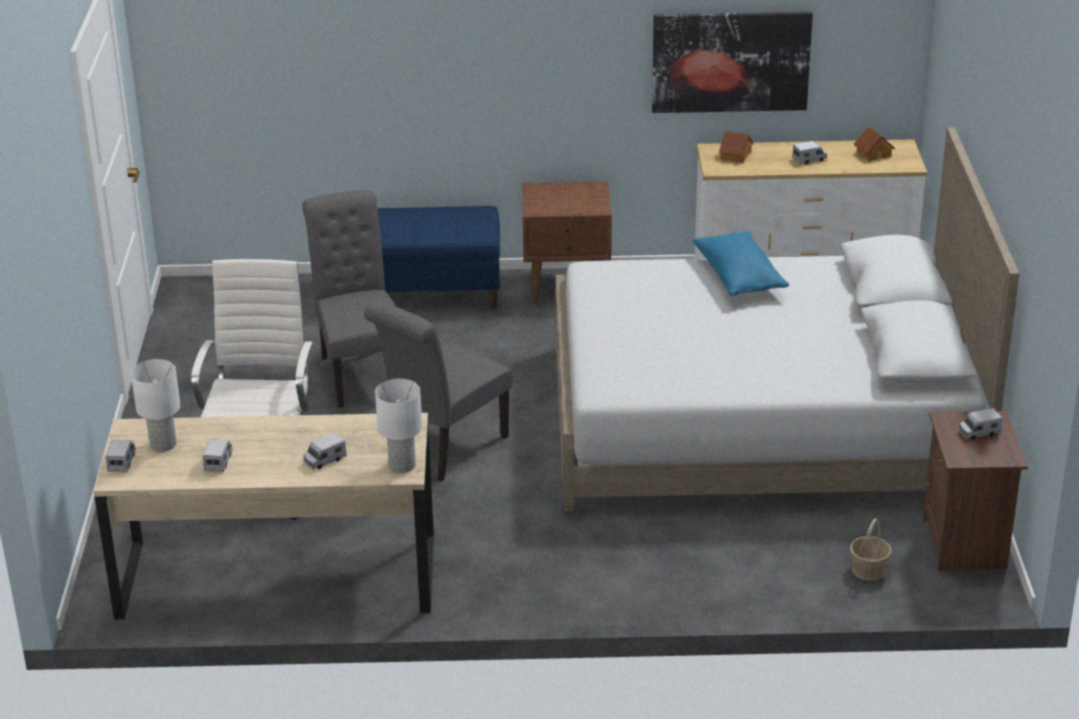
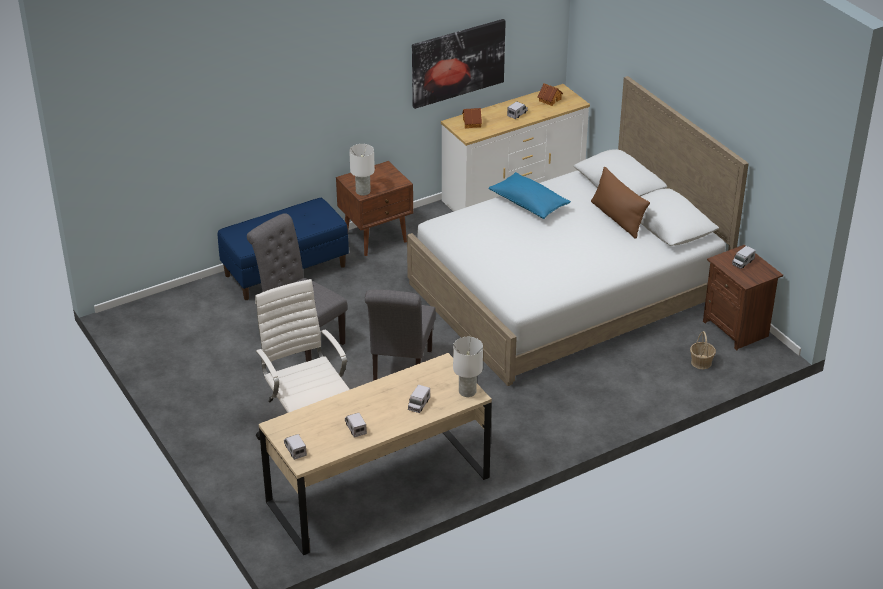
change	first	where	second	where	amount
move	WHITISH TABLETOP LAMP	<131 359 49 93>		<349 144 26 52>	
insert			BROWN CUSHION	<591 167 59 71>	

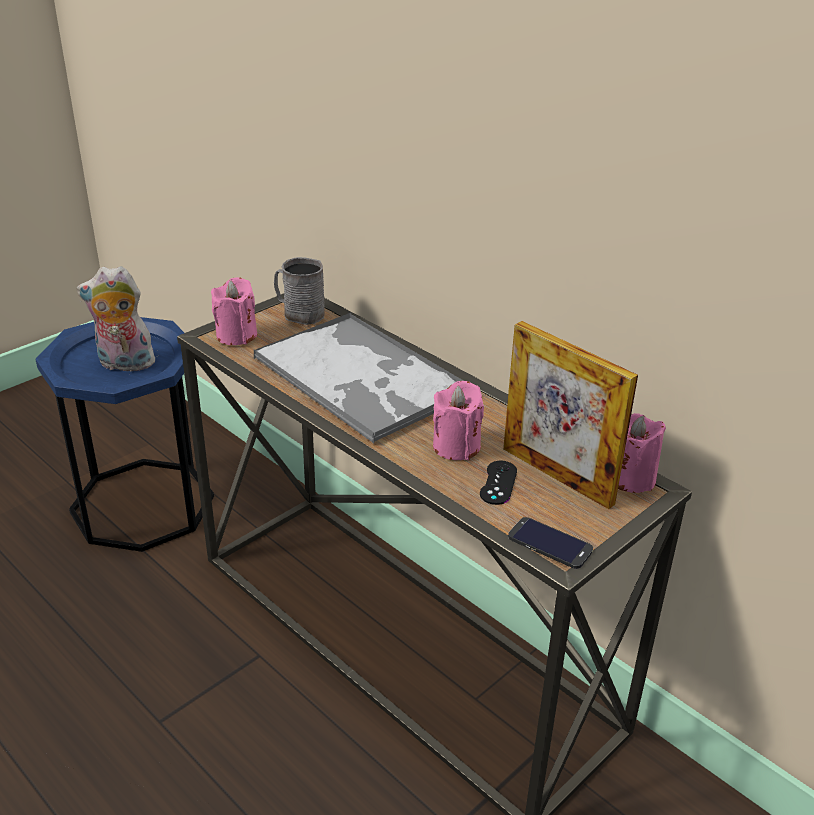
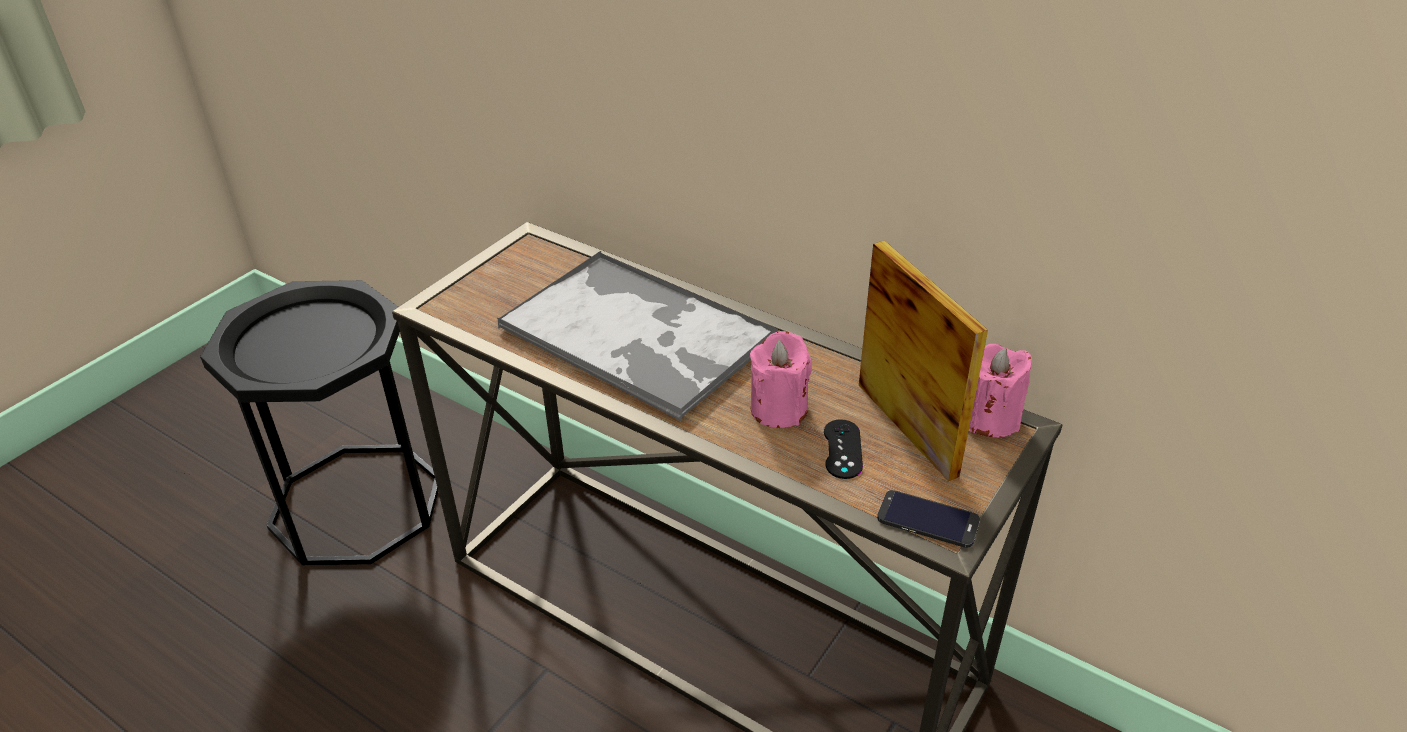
change	first	where	second	where	amount
recolor	BLUE-COLOURED SIDE TABLE	<35 317 179 235>	BLACK SIDE TABLE	<200 280 238 285>	
delete	SOFT TOY	<76 266 82 105>			
delete	PINKISH WAX LIGHT	<211 277 46 68>			
delete	GREYISH TEA MUG	<274 257 51 68>			
rotate	PHOTO FRAME	<503 321 135 188>		<859 240 129 241>	150 degrees counterclockwise

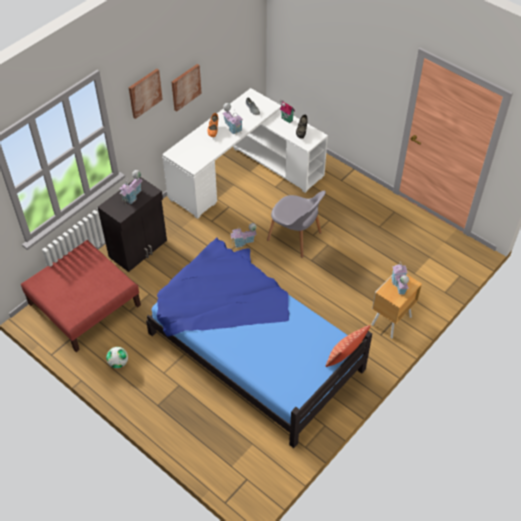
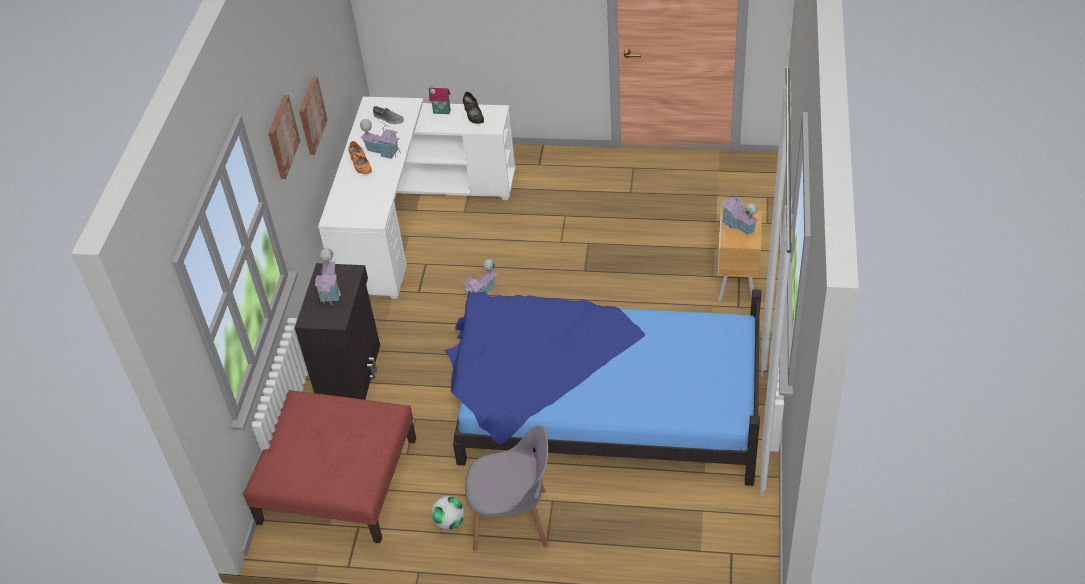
change	first	where	second	where	amount
move	GREYISH UPRIGHT CHAIR	<267 191 59 67>		<465 425 83 126>	
delete	CUSHION	<326 325 44 42>			

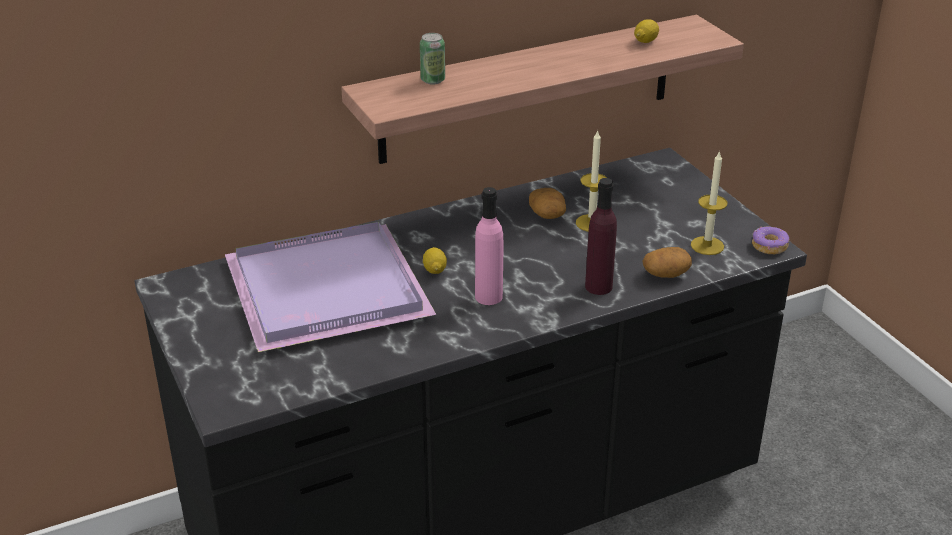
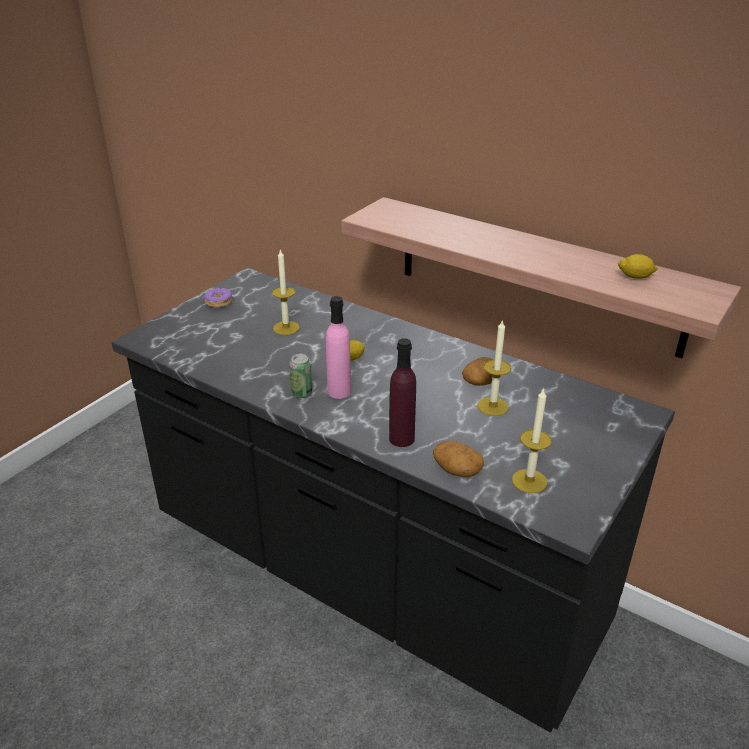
change	first	where	second	where	amount
replace	PURPLE CARRYING TRAY	<225 222 212 130>	WAX LIGHT	<272 249 28 86>	
move	SEALED CAN	<420 33 25 51>		<289 354 24 44>	
move	RING DOUGHNUT	<752 227 37 27>		<204 287 28 21>	

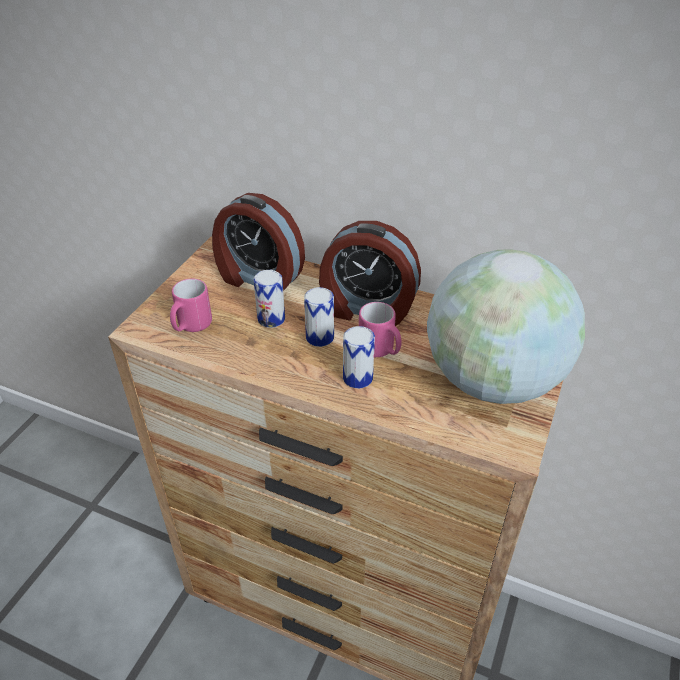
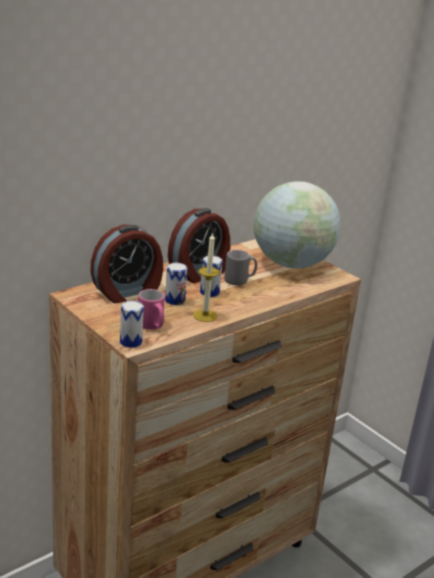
change	first	where	second	where	amount
move	SEALED CAN	<343 326 32 62>		<120 300 24 48>	
recolor	PINKISH TEA MUG	<359 302 43 55>	GREYISH TEA MUG	<224 250 33 36>	
insert			WAX LIGHT	<193 232 27 90>	

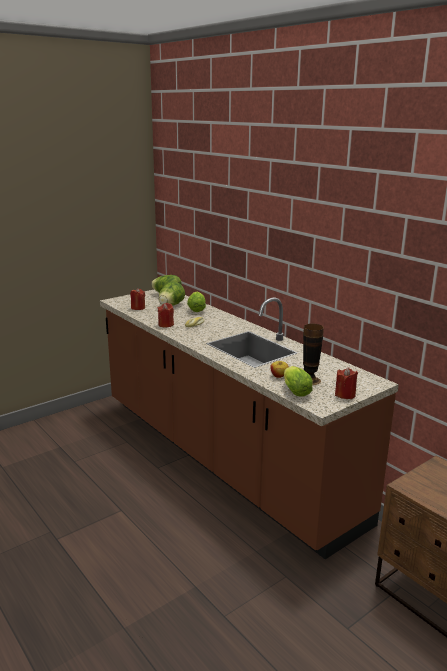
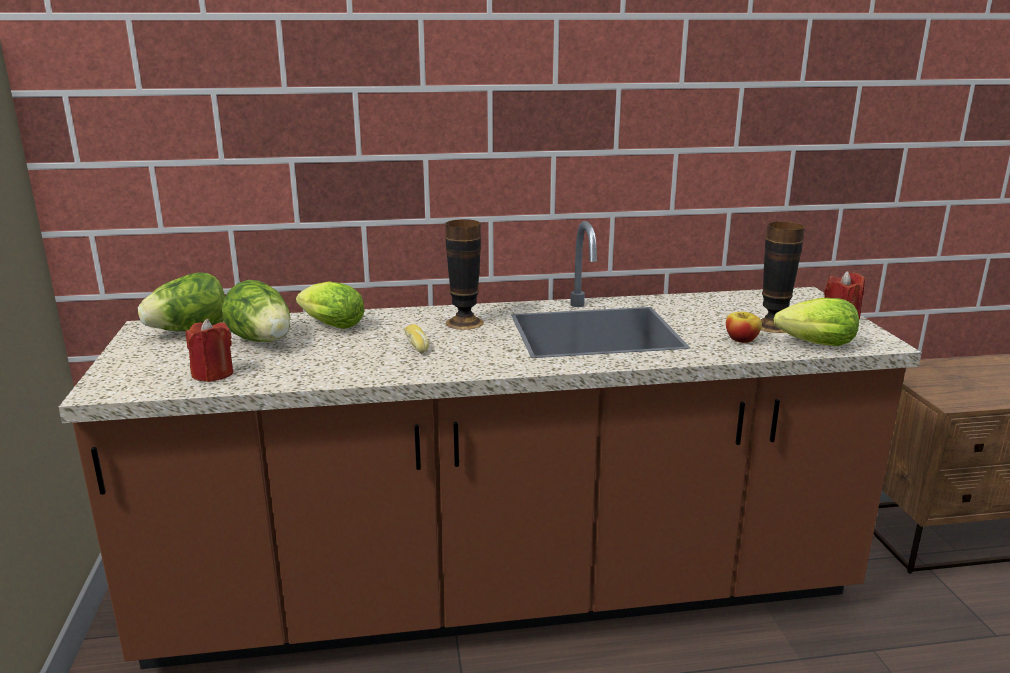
change	first	where	second	where	amount
delete	REDDISH WAX LIGHT	<157 303 17 24>			
insert			DECORATIVE VASE	<445 219 39 111>	

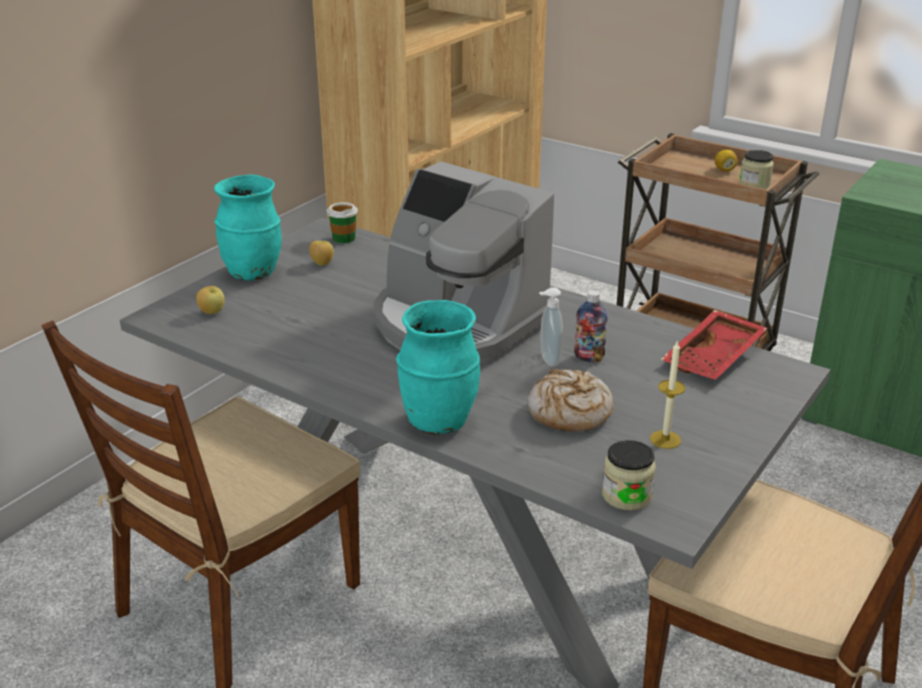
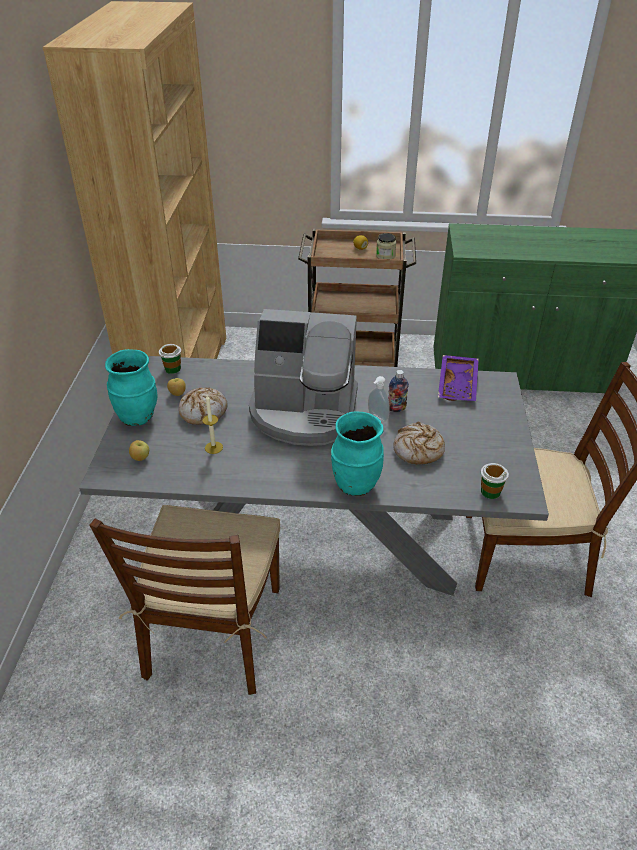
change	first	where	second	where	amount
replace	JAR	<602 440 54 71>	DRINKING CUP	<481 463 28 36>	
move	WAX LIGHT	<650 340 35 109>		<202 395 21 59>	
recolor	REDDISH CARRYING TRAY	<661 310 107 70>	PURPLE CARRYING TRAY	<438 355 41 46>	
insert			BAKED BREAD	<179 388 48 37>	

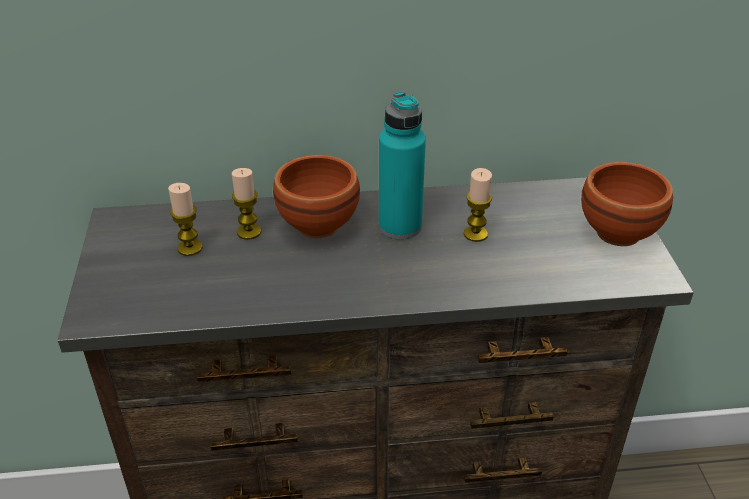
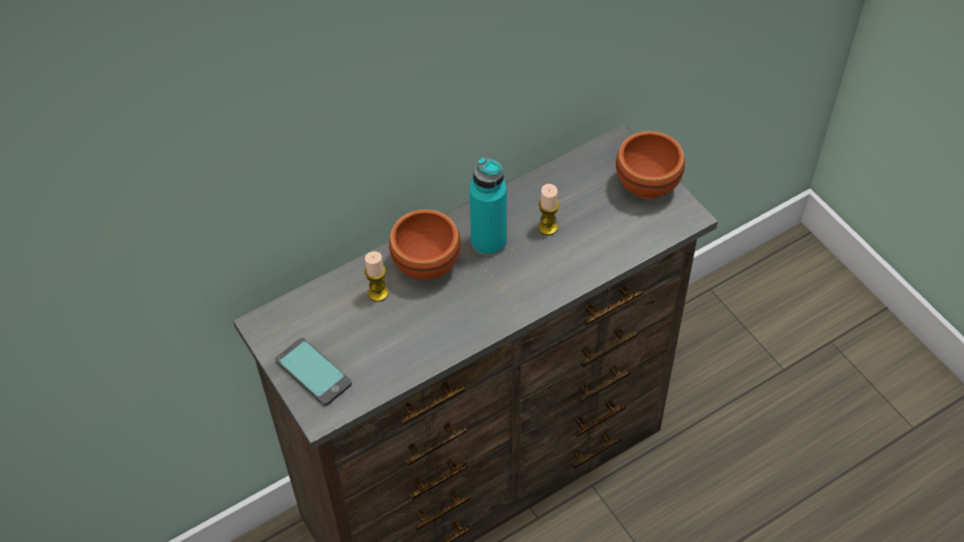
change	first	where	second	where	amount
delete	WAX LIGHT	<168 183 35 73>			
insert			HANDSET	<275 338 77 68>	

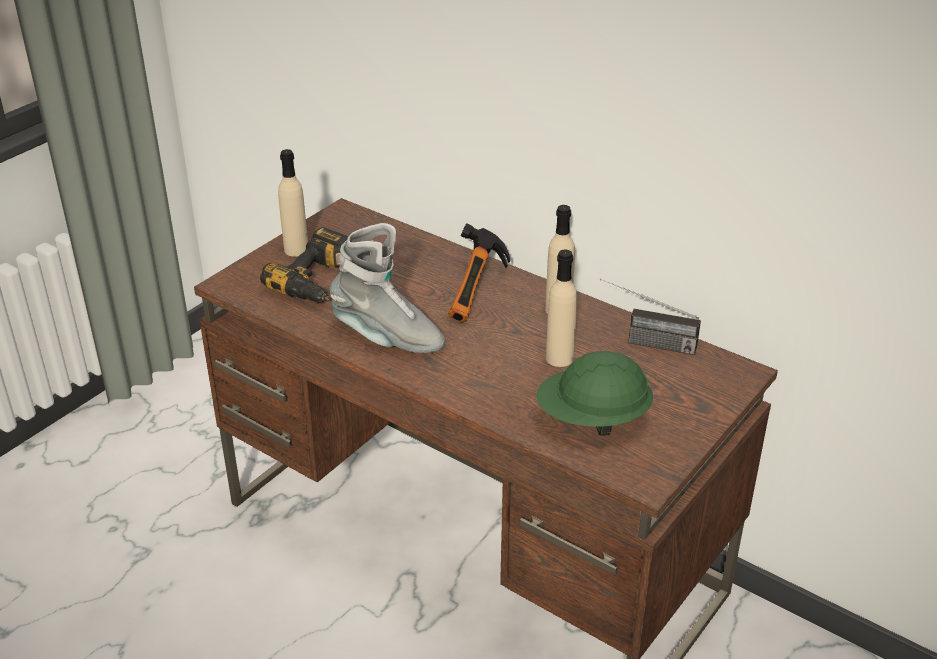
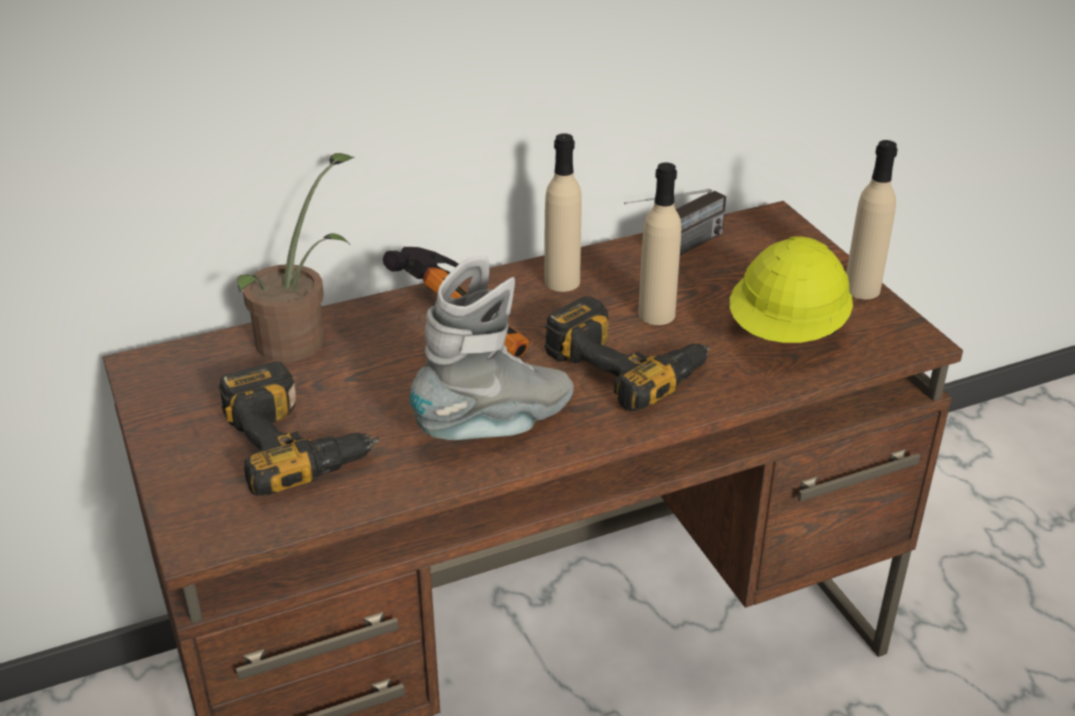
change	first	where	second	where	amount
move	BEIGE-COLOURED BOTTLE	<278 149 30 108>		<846 140 52 159>	
recolor	GREEN HARD HAT	<536 351 117 85>	YELLOWISH HARD HAT	<729 236 124 107>	
insert			HOUSEPLANT	<237 153 118 209>	
insert			POWER DRILL	<544 296 166 115>	

